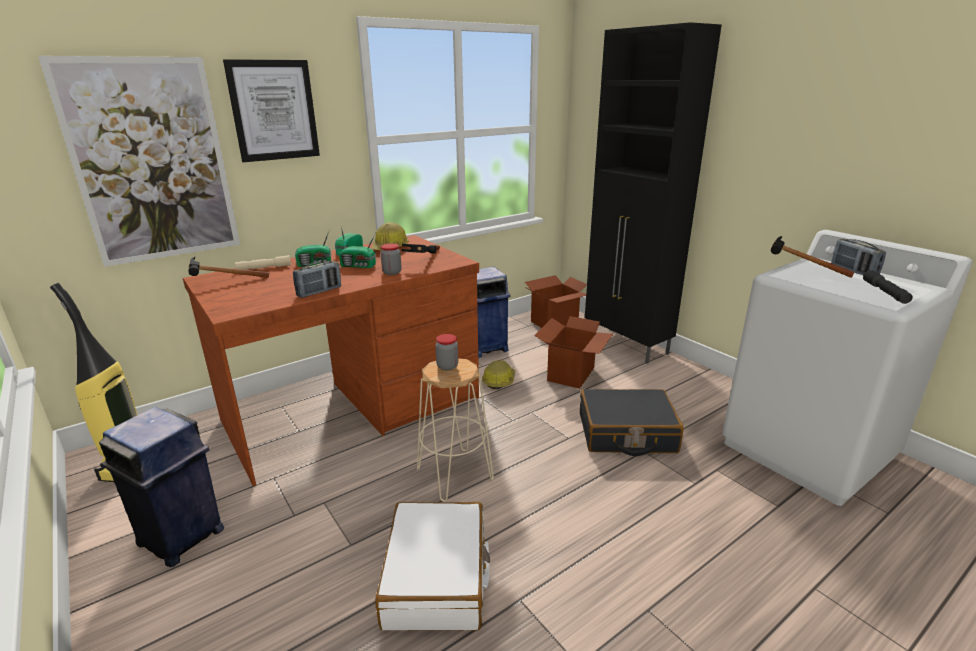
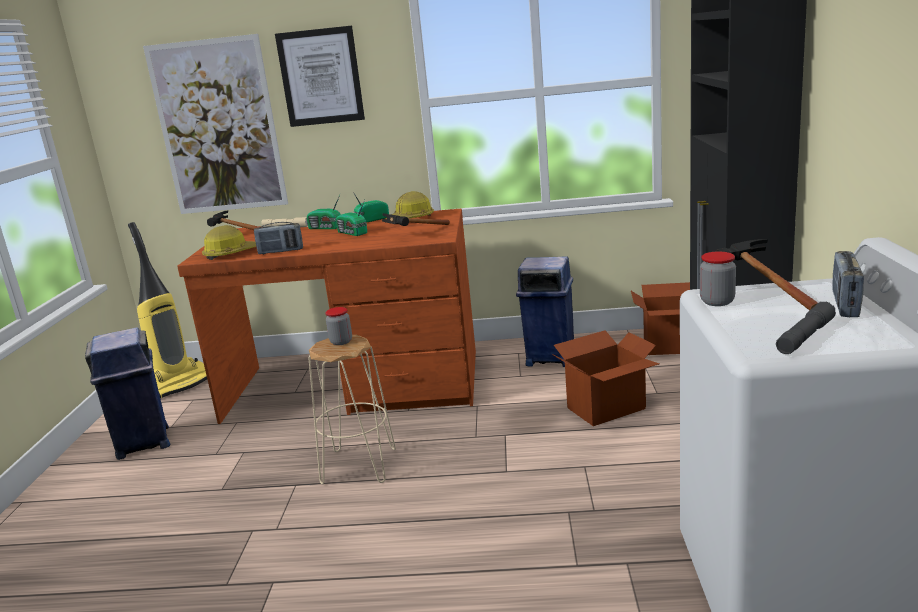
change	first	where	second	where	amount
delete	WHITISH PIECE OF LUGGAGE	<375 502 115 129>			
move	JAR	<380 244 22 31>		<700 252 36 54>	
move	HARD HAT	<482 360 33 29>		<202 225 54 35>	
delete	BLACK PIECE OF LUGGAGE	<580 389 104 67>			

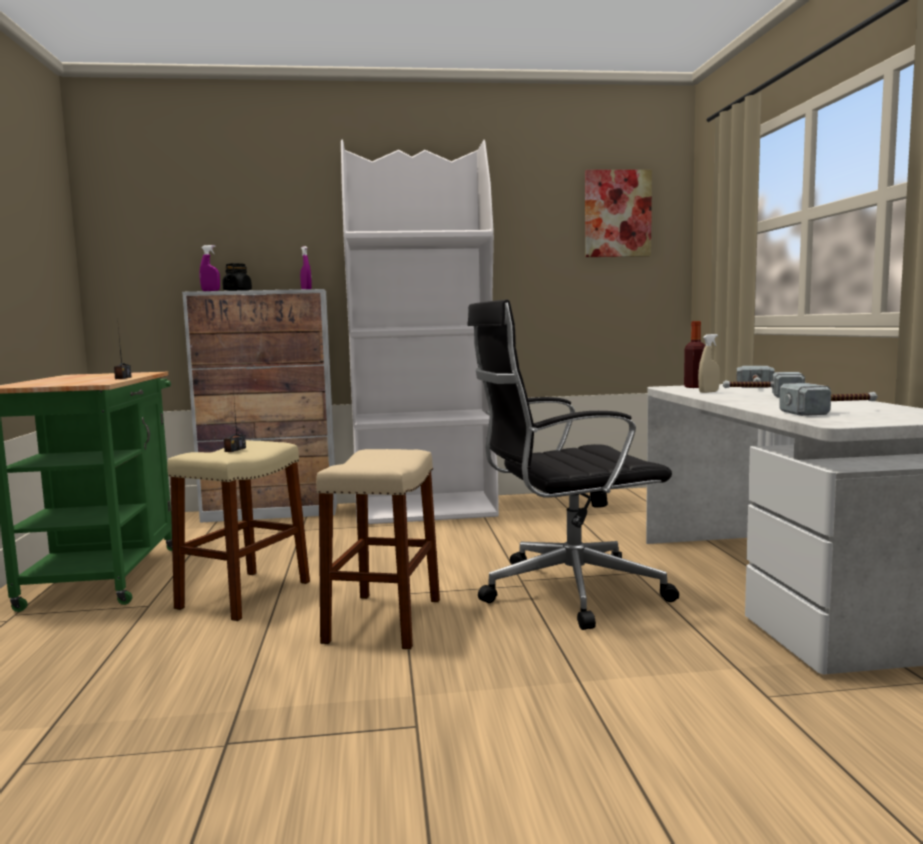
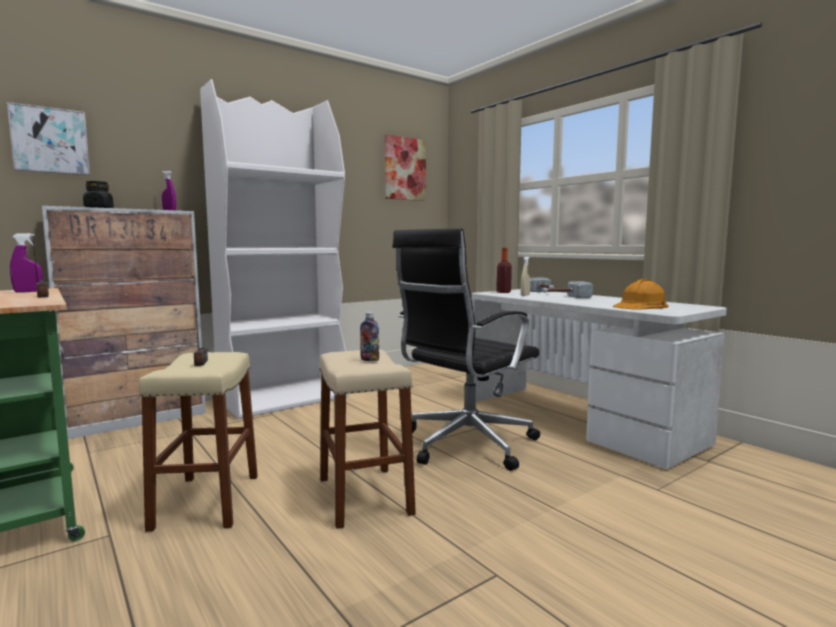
change	first	where	second	where	amount
move	PURPLE SPRAYER	<200 245 20 46>		<10 233 33 59>	
replace	HAND HAMMER	<779 383 98 33>	ORANGEY HARD HAT	<613 279 55 31>	
insert			WALL PICTURE	<7 102 83 73>	
insert			BOTTLE	<360 312 19 49>	

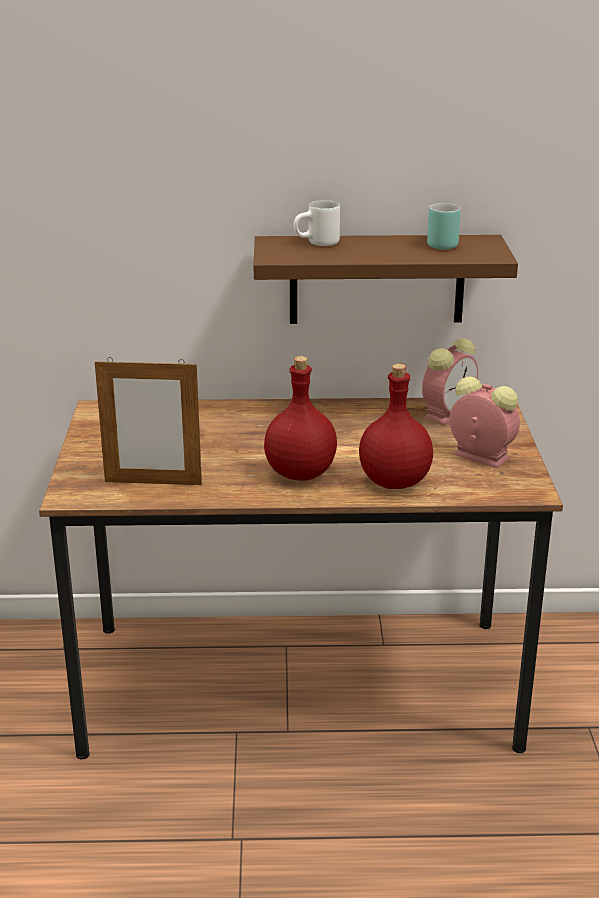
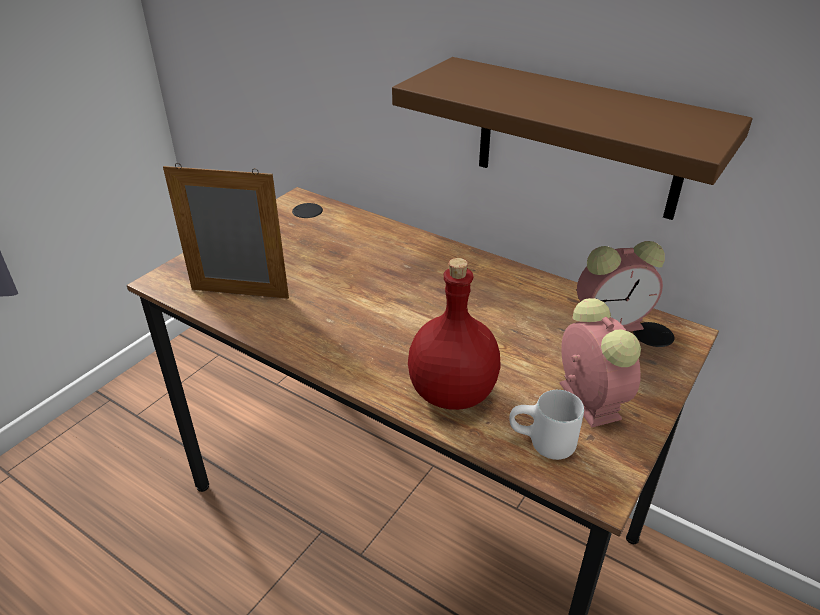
change	first	where	second	where	amount
rotate	PHOTO FRAME	<95 357 107 128>		<163 163 126 136>	150 degrees clockwise
delete	REDDISH BOTTLE	<264 356 73 125>			
move	WHITISH TEA MUG	<294 200 46 46>		<509 390 75 70>	
delete	BLUE-GREEN TEA MUG	<427 203 34 46>			

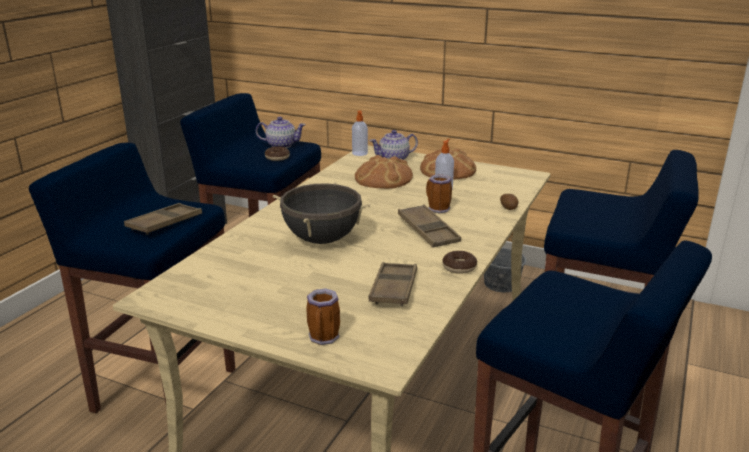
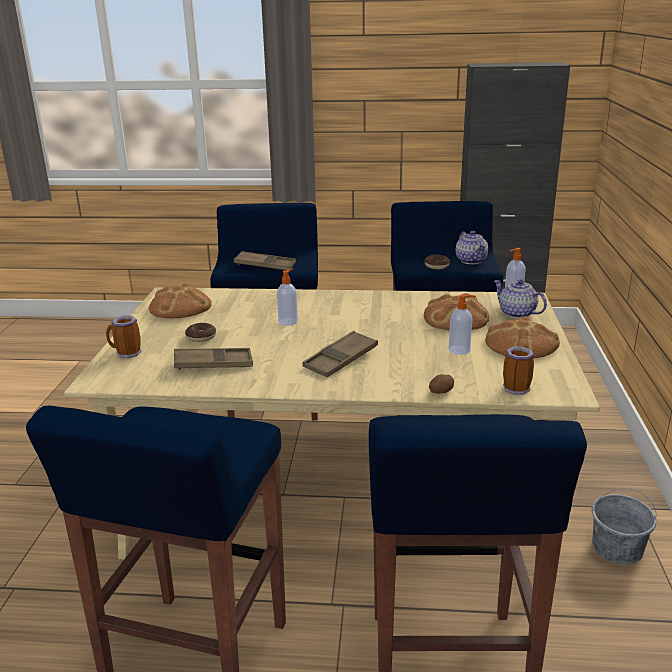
change	first	where	second	where	amount
replace	BLACK STOCKPOT	<273 182 98 62>	LIQUID SOAP BOTTLE	<277 268 21 58>	
move	TEA MUG	<426 174 26 39>		<503 347 31 48>	
move	RING DOUGHNUT	<442 251 35 23>		<185 323 31 19>	
insert			BAKED BREAD	<149 283 63 35>	

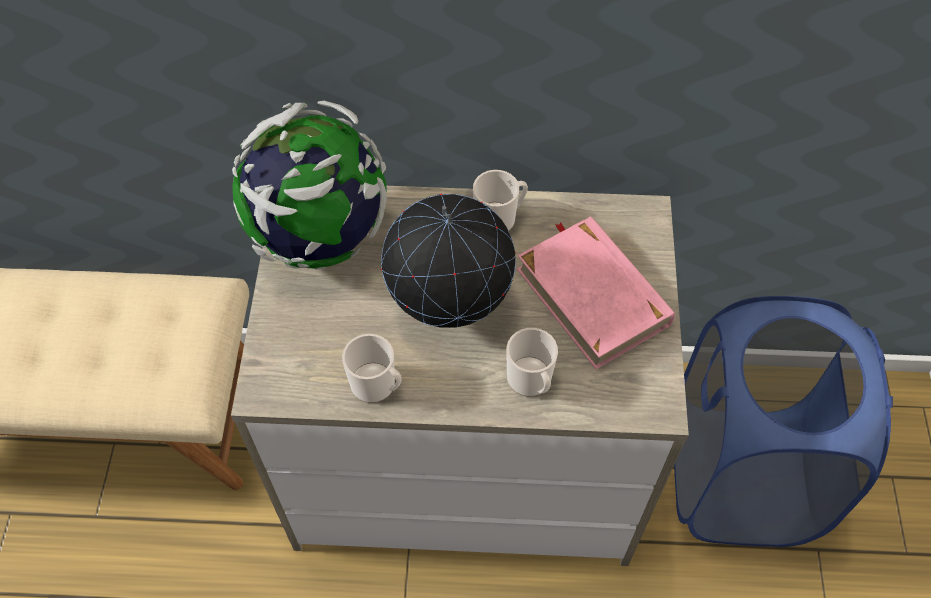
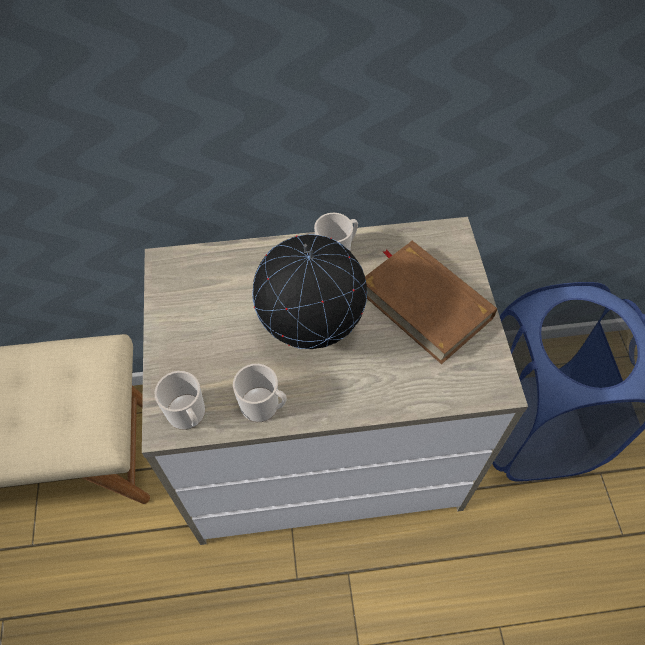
change	first	where	second	where	amount
delete	DESK GLOBE	<232 101 155 169>			
move	TEA MUG	<506 328 52 69>		<154 371 51 59>	
recolor	PINKISH BOUND BOOK	<517 216 158 153>	BROWN BOUND BOOK	<365 241 132 123>	

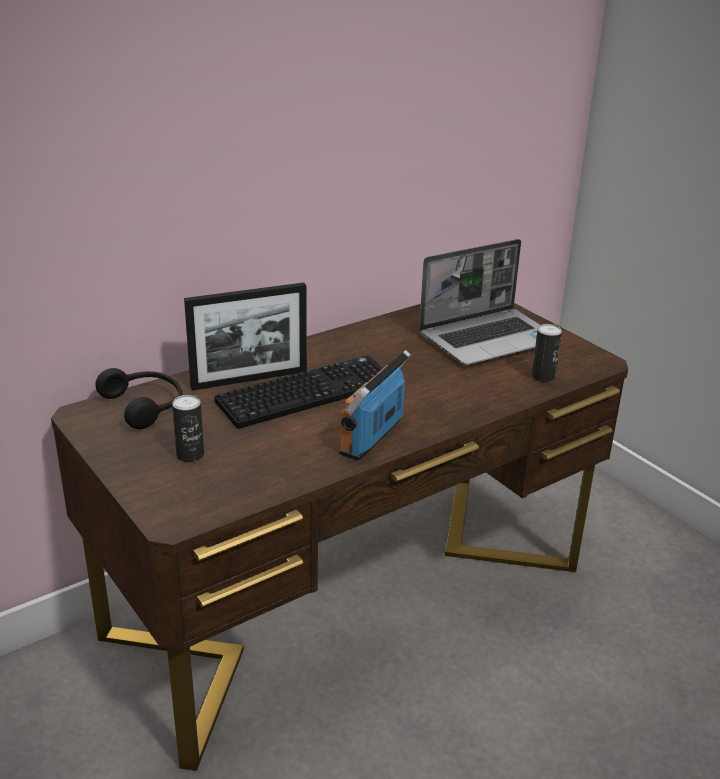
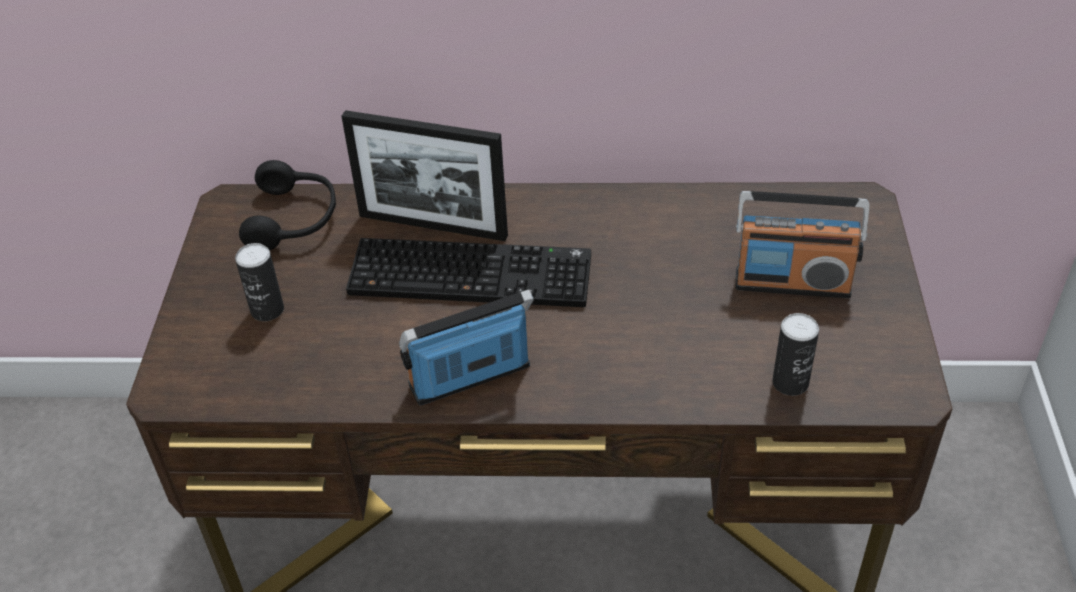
change	first	where	second	where	amount
replace	PORTABLE COMPUTER	<419 239 121 126>	RADIO	<736 191 134 107>	

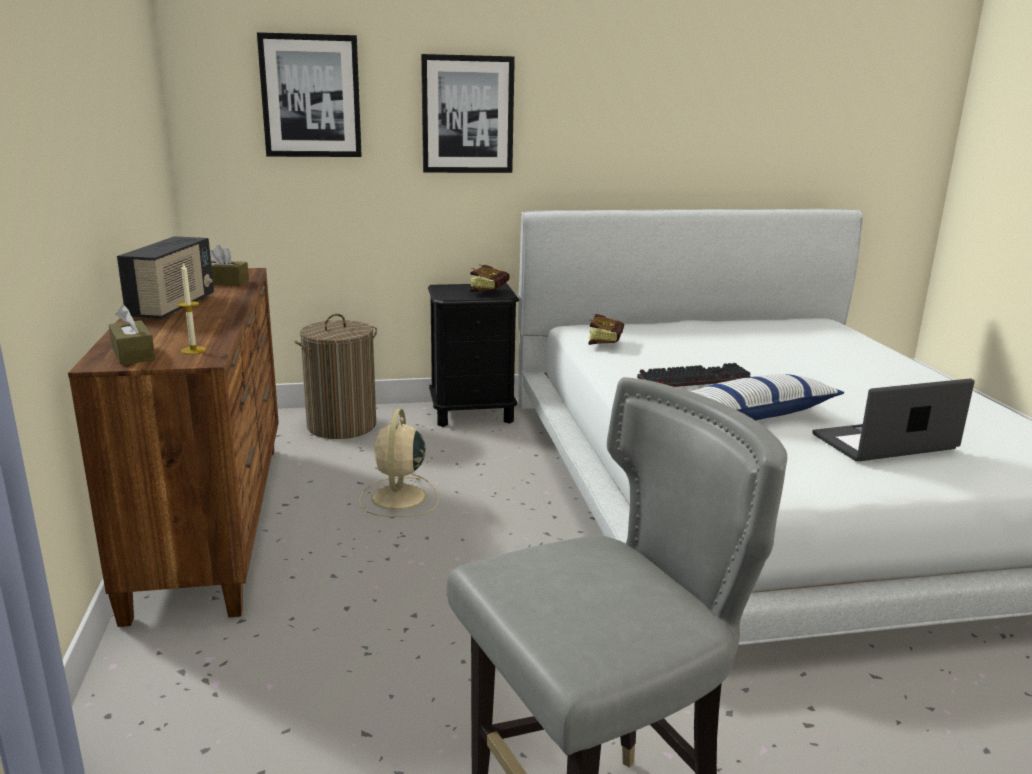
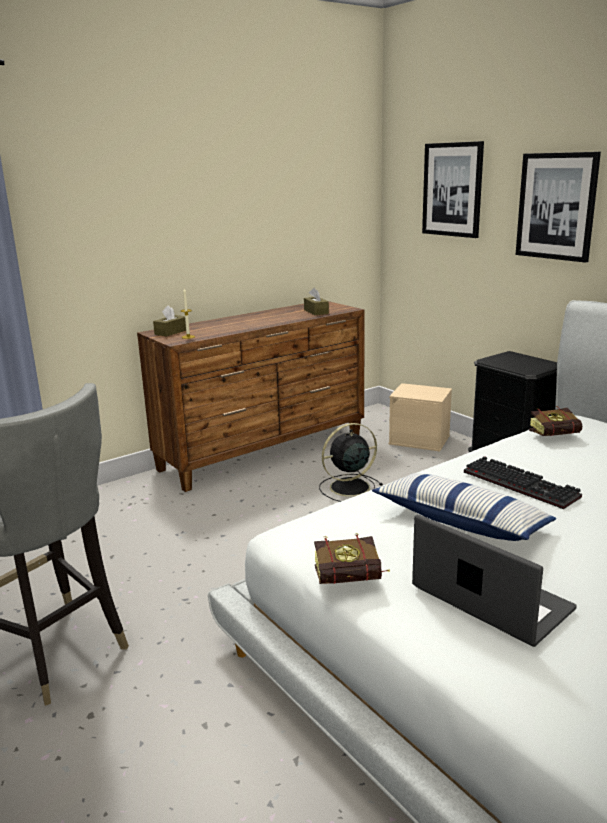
change	first	where	second	where	amount
delete	RADIO	<117 236 97 83>			
replace	LAUNDRY BASKET	<294 314 83 125>	BEIGE-COLOURED STORAGE BIN	<389 383 63 68>	
recolor	BEIGE-COLOURED ELECTRIC FAN	<359 409 80 108>	BLACK ELECTRIC FAN	<319 423 64 79>	
move	BOUND BOOK	<470 264 40 28>		<314 533 76 51>	

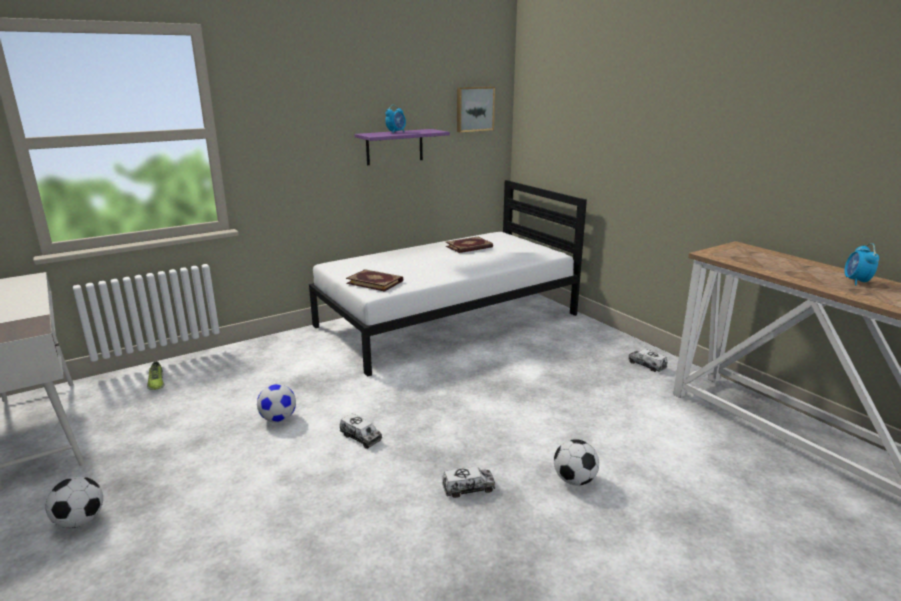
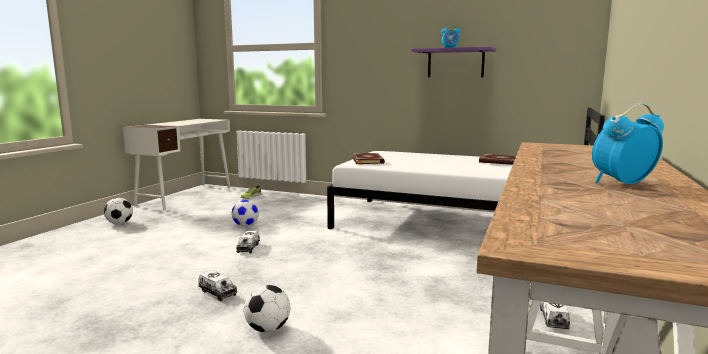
change	first	where	second	where	amount
delete	WALL PICTURE	<457 86 38 46>			

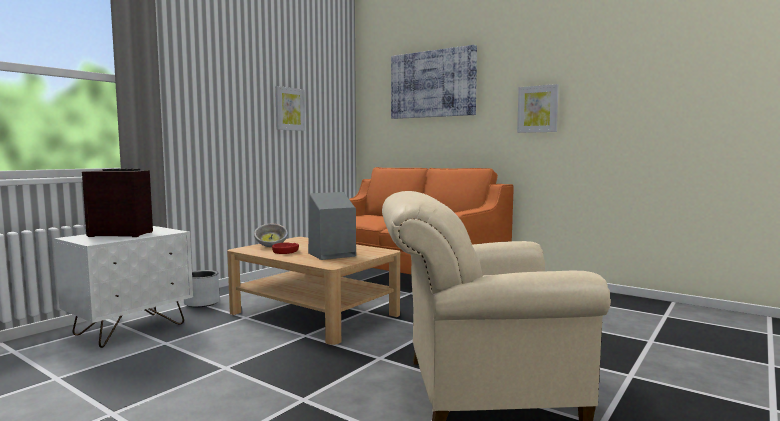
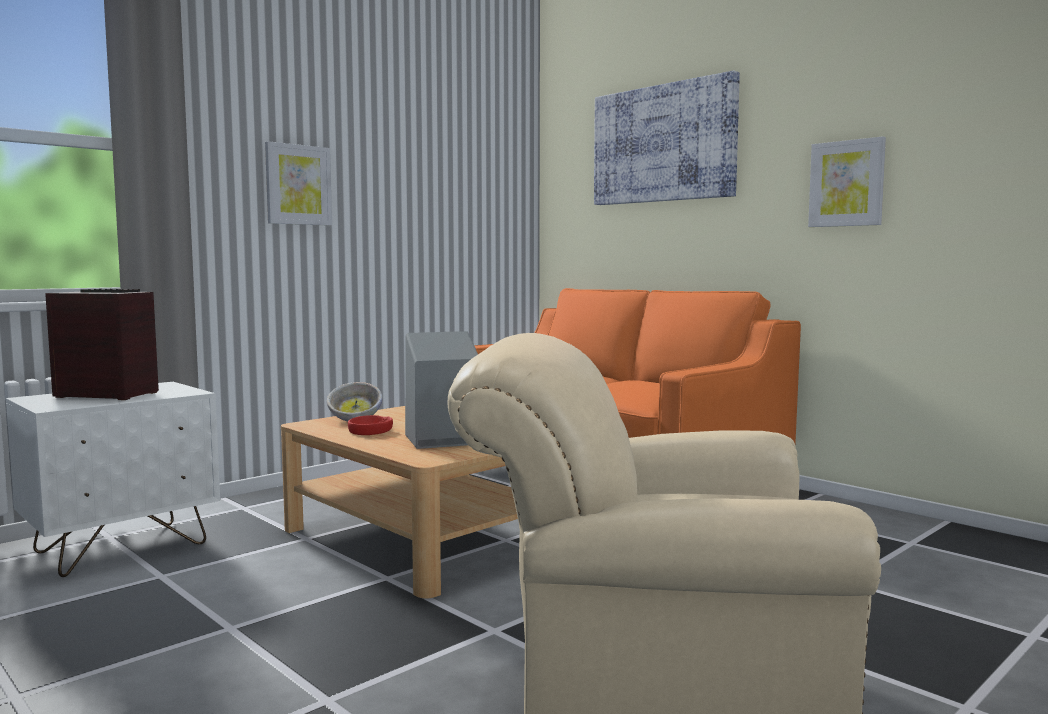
change	first	where	second	where	amount
delete	GREYISH PLANTER	<184 270 36 37>			
move	WALL PICTURE	<275 86 30 45>		<265 141 67 85>	

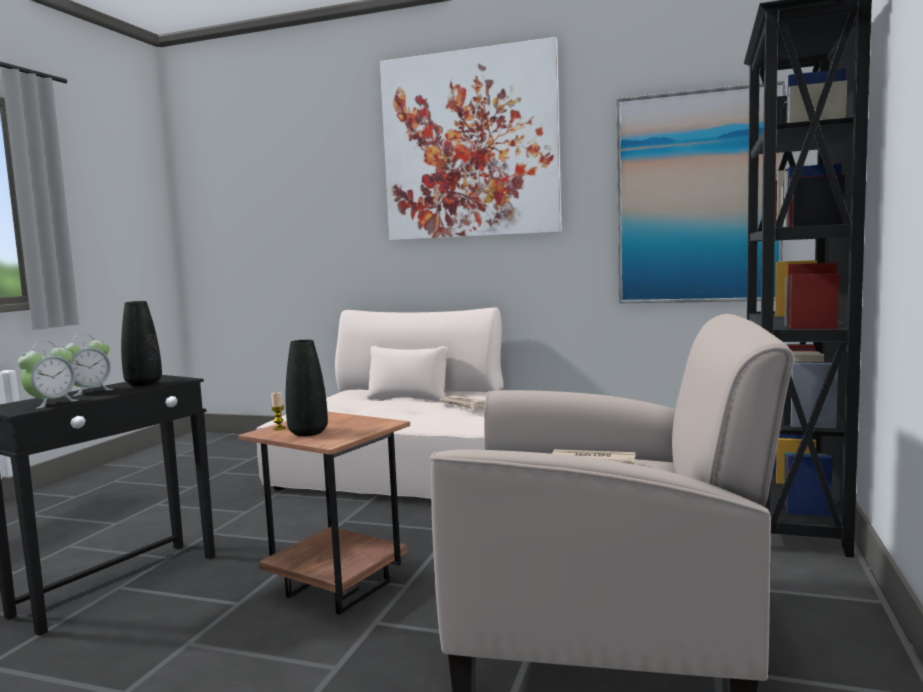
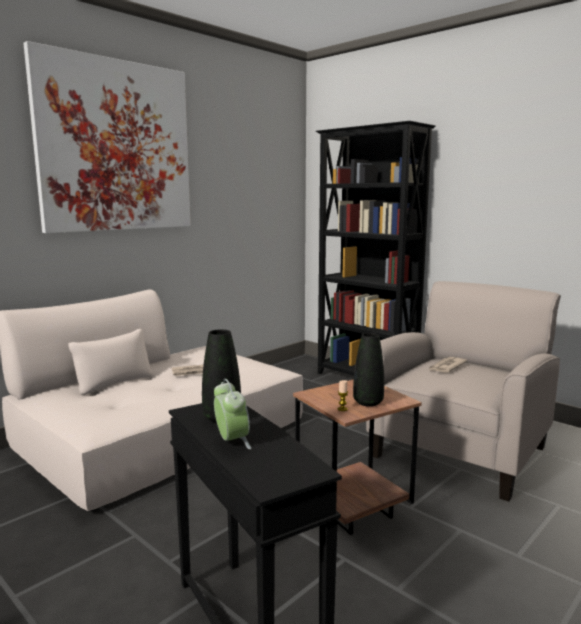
change	first	where	second	where	amount
delete	TABLE CLOCK	<18 341 60 68>			
delete	WALL PICTURE	<617 80 169 223>			

